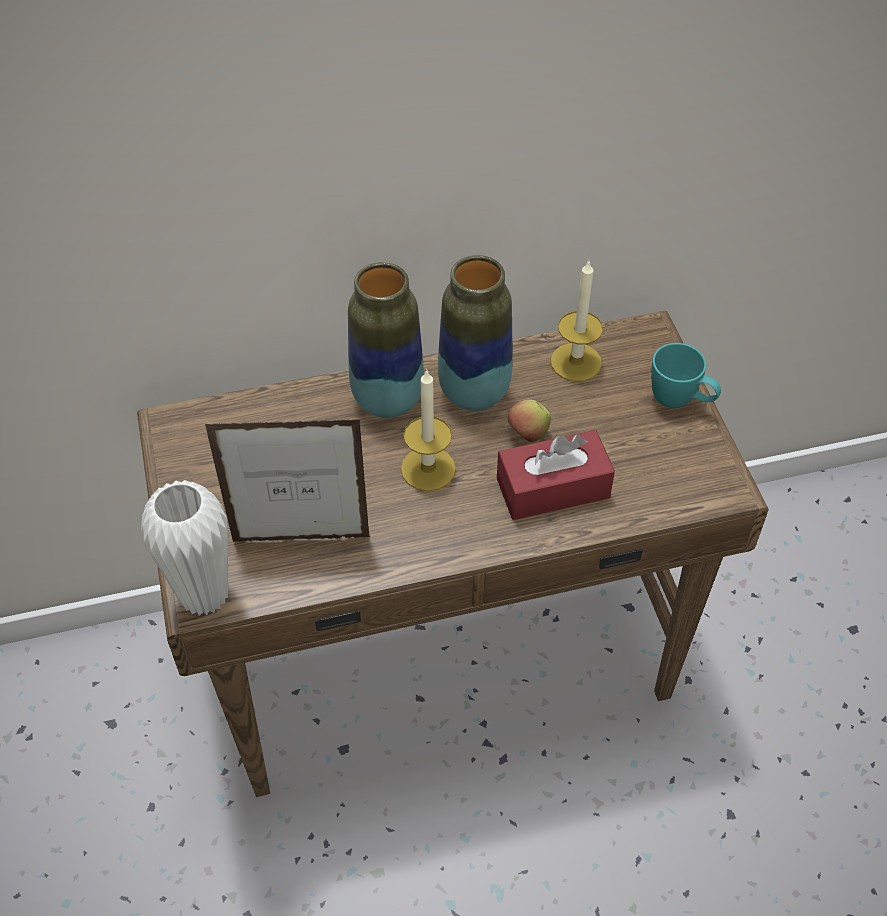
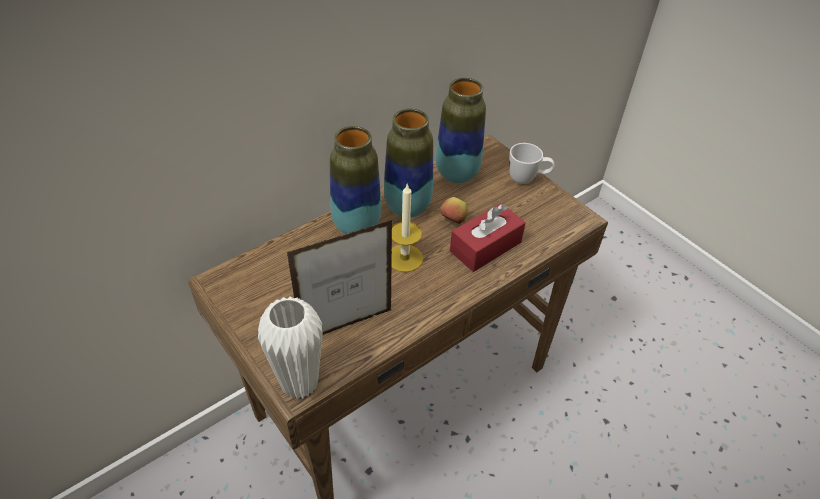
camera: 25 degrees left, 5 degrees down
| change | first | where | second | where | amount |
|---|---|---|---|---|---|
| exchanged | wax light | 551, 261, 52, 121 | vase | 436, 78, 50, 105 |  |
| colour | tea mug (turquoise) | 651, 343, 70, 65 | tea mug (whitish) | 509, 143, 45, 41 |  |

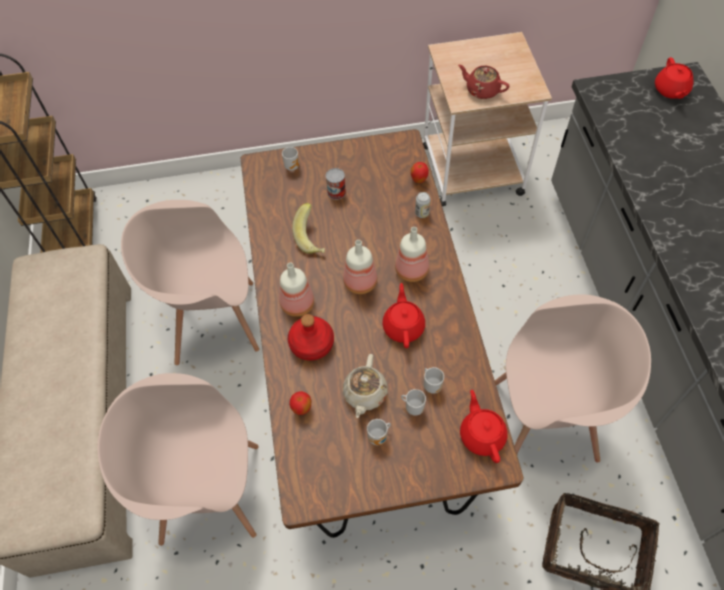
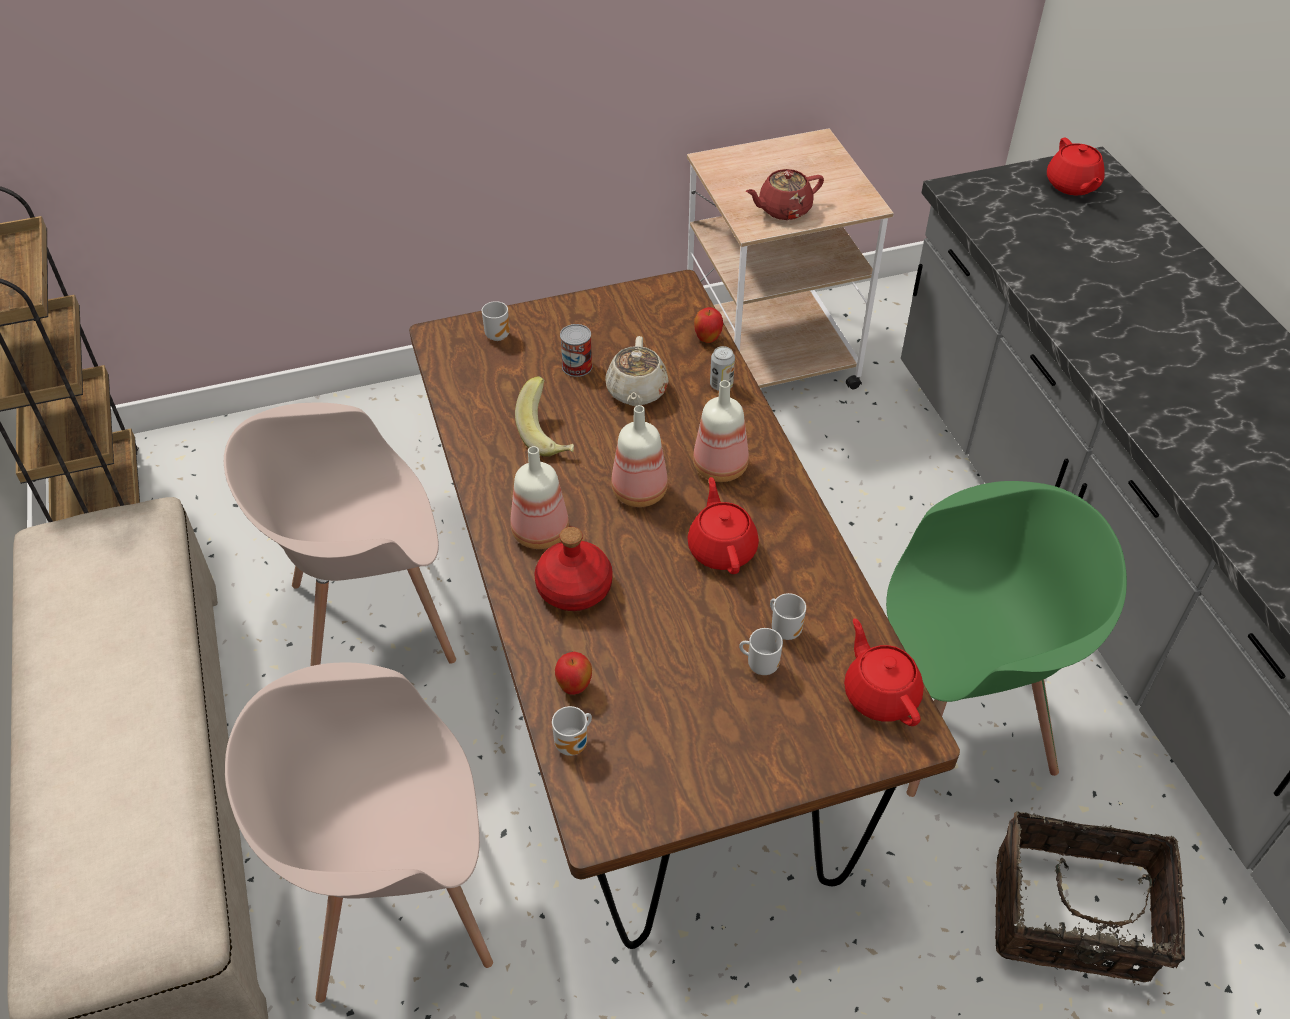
camera: 10 degrees left, 10 degrees down
| change | first | where | second | where | amount |
|---|---|---|---|---|---|
| spun | tea pot (red) | 458, 64, 51, 35 |  | 745, 169, 79, 51 | 45 degrees counterclockwise |
| colour | chair (beige) | 495, 294, 156, 169 | chair (greenish) | 886, 481, 241, 316 |  |
| relocated | tea pot (beige) | 343, 354, 45, 64 |  | 605, 336, 64, 70 |  |
| relocated | tea mug | 367, 419, 24, 26 |  | 552, 706, 40, 50 |  |

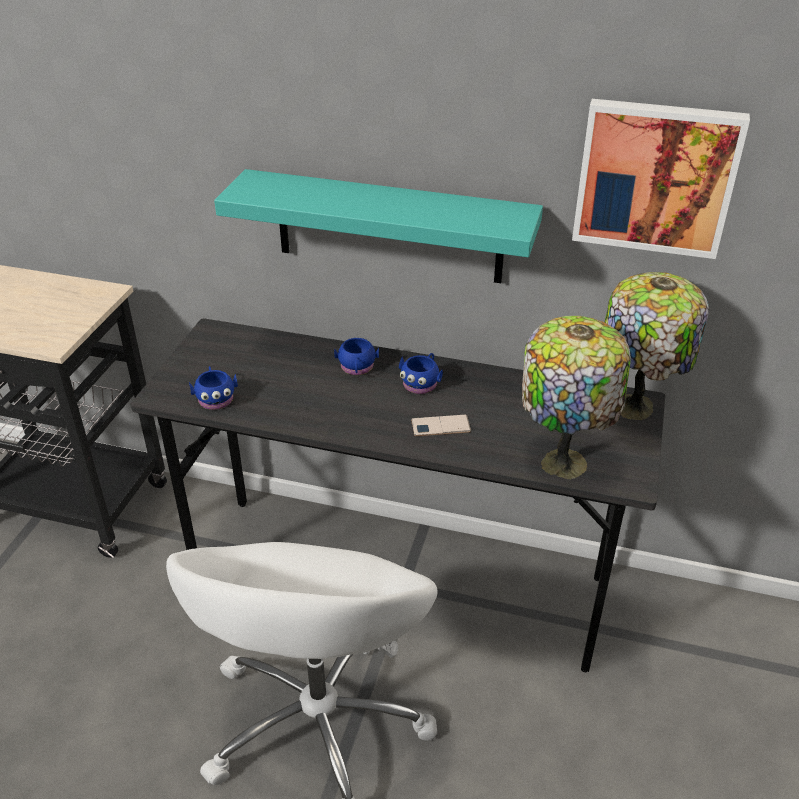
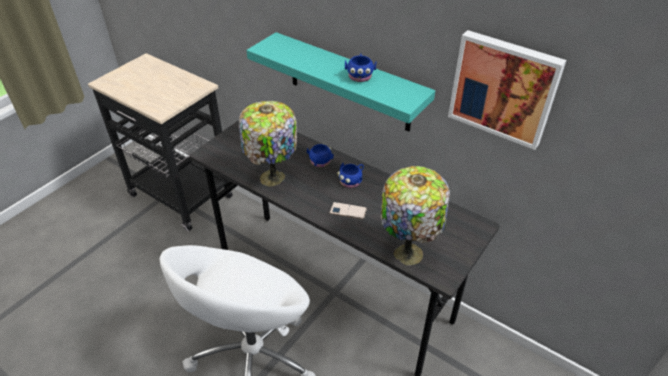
camera: 20 degrees right, 5 degrees up
| change | first | where | second | where | amount |
|---|---|---|---|---|---|
| relocated | tabletop lamp | 605, 272, 104, 148 |  | 239, 101, 58, 86 |  |
| relocated | tea mug (blue) | 189, 366, 49, 44 |  | 345, 53, 31, 29 |  |

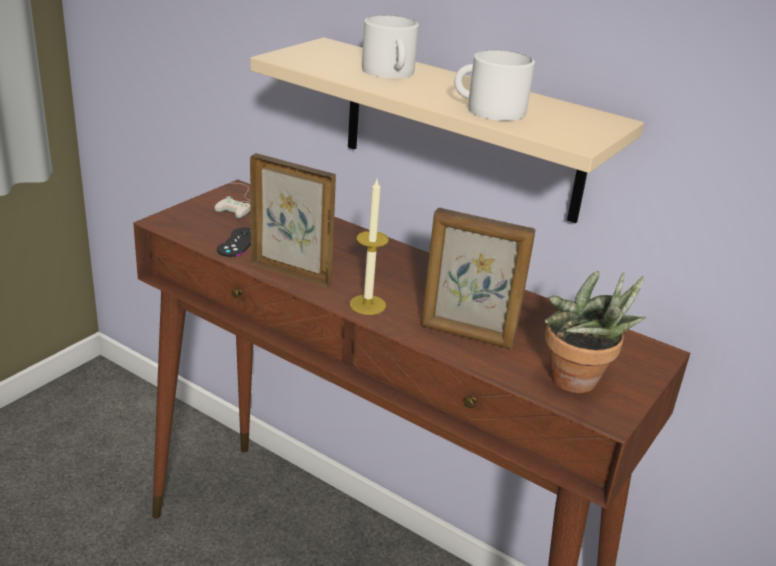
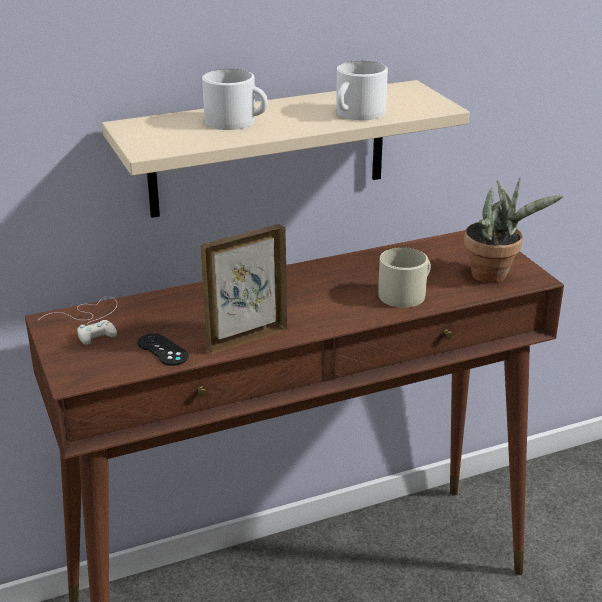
camera: 55 degrees left, 0 degrees up
| change | first | where | second | where | amount |
|---|---|---|---|---|---|
| missing | wax light | 350, 179, 39, 136 |  |  |  |
| exchanged | photo frame | 421, 208, 115, 141 | tea mug (beige) | 378, 247, 53, 61 |  |

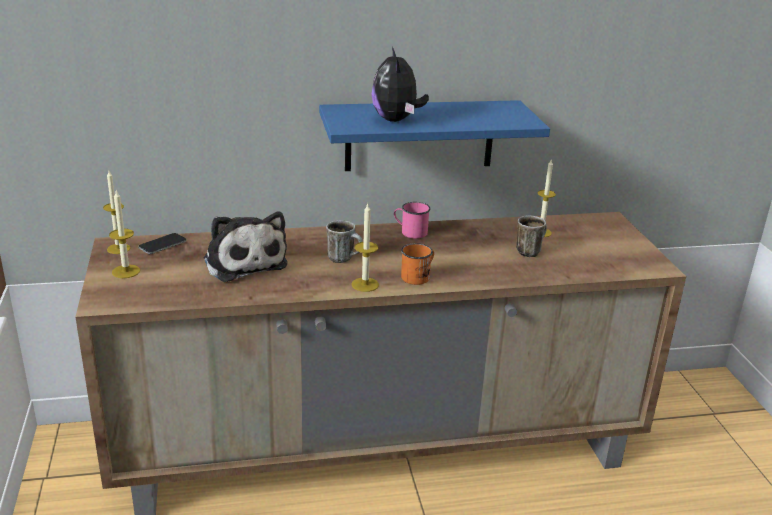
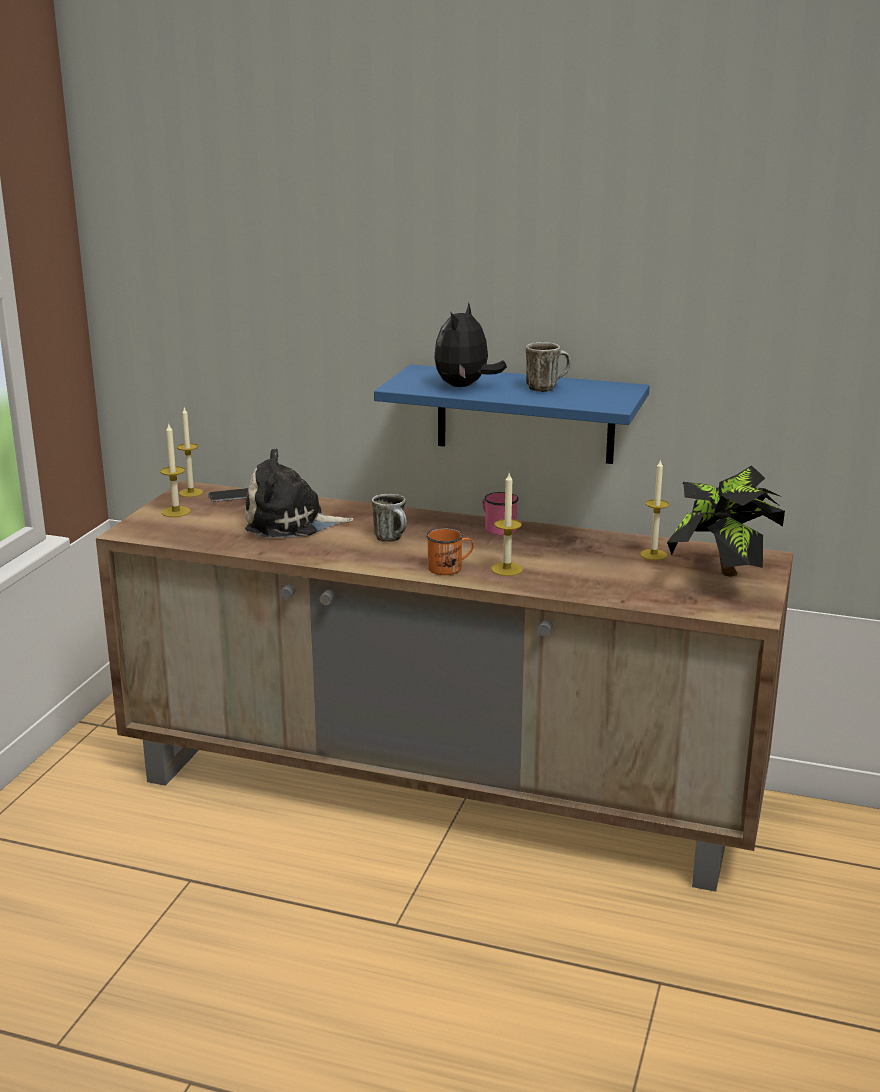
camera: 30 degrees right, 5 degrees down
| change | first | where | second | where | amount |
|---|---|---|---|---|---|
| relocated | wax light | 352, 204, 27, 88 |  | 491, 473, 32, 103 |  |
| spun | plush toy | 203, 211, 85, 71 |  | 245, 448, 109, 89 | 90 degrees clockwise |
| relocated | tea mug | 516, 215, 31, 42 |  | 526, 342, 45, 50 |  |
| appeared |  |  | potted plant | 667, 465, 118, 112 |  |

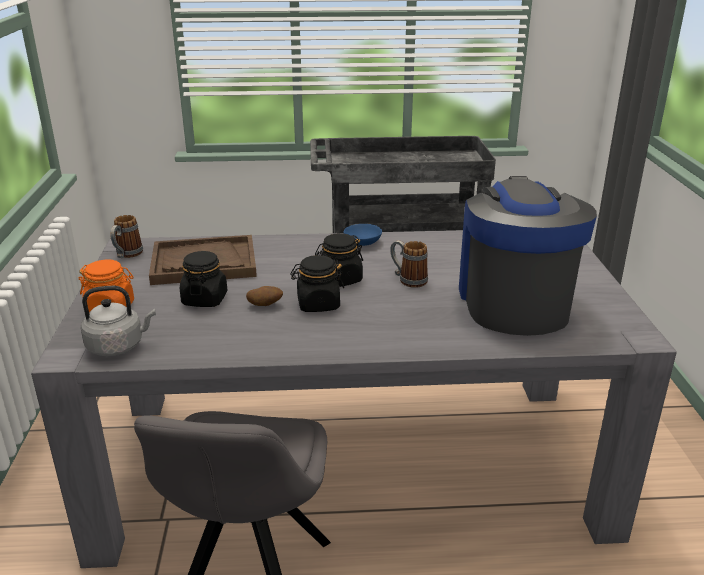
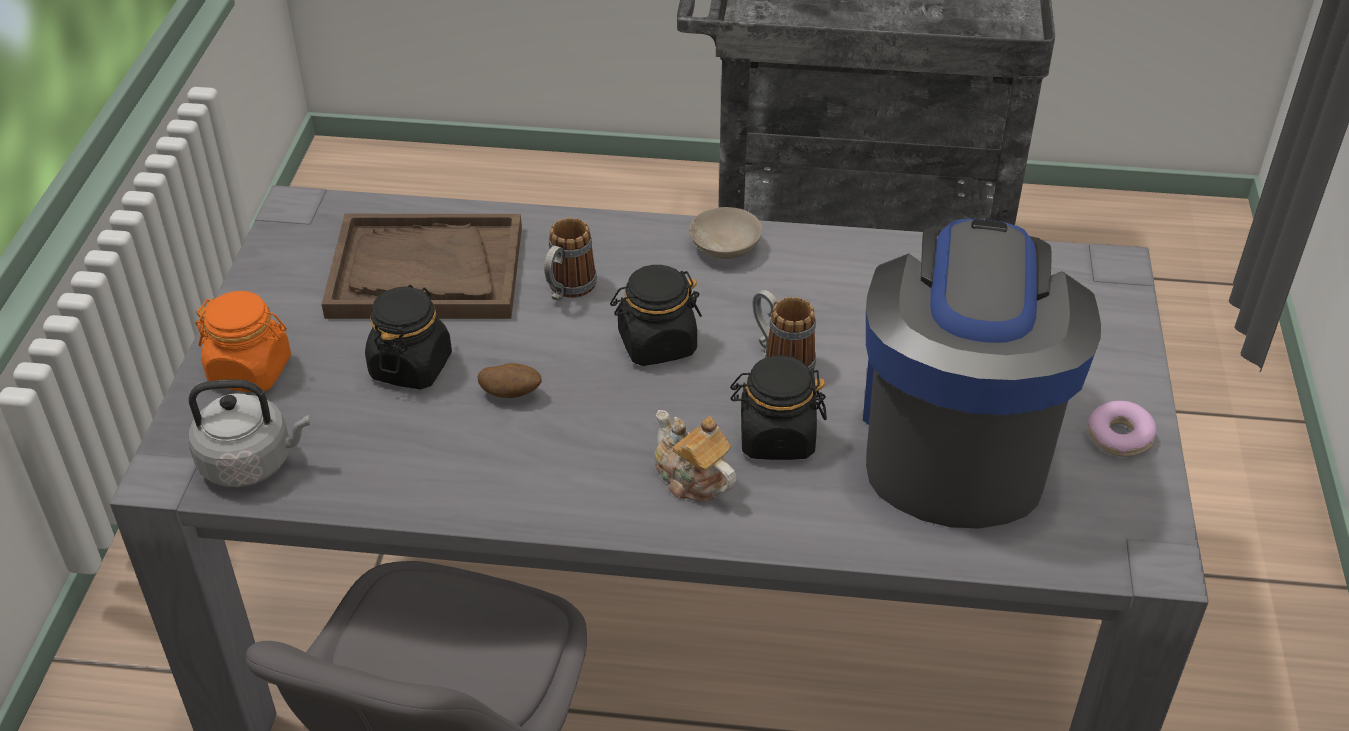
camera: 10 degrees right, 15 degrees up
| change | first | where | second | where | amount |
|---|---|---|---|---|---|
| relocated | tea mug | 110, 215, 33, 43 |  | 544, 217, 53, 84 |  |
| colour | serving bowl (blue) | 343, 224, 39, 22 | serving bowl (beige) | 690, 207, 72, 52 |  |
| relocated | jar (black) | 290, 255, 54, 57 |  | 730, 355, 97, 105 |  |
| appeared |  |  | doughnut | 1087, 401, 70, 56 |  |
| appeared |  |  | tea pot | 655, 410, 81, 91 |  |

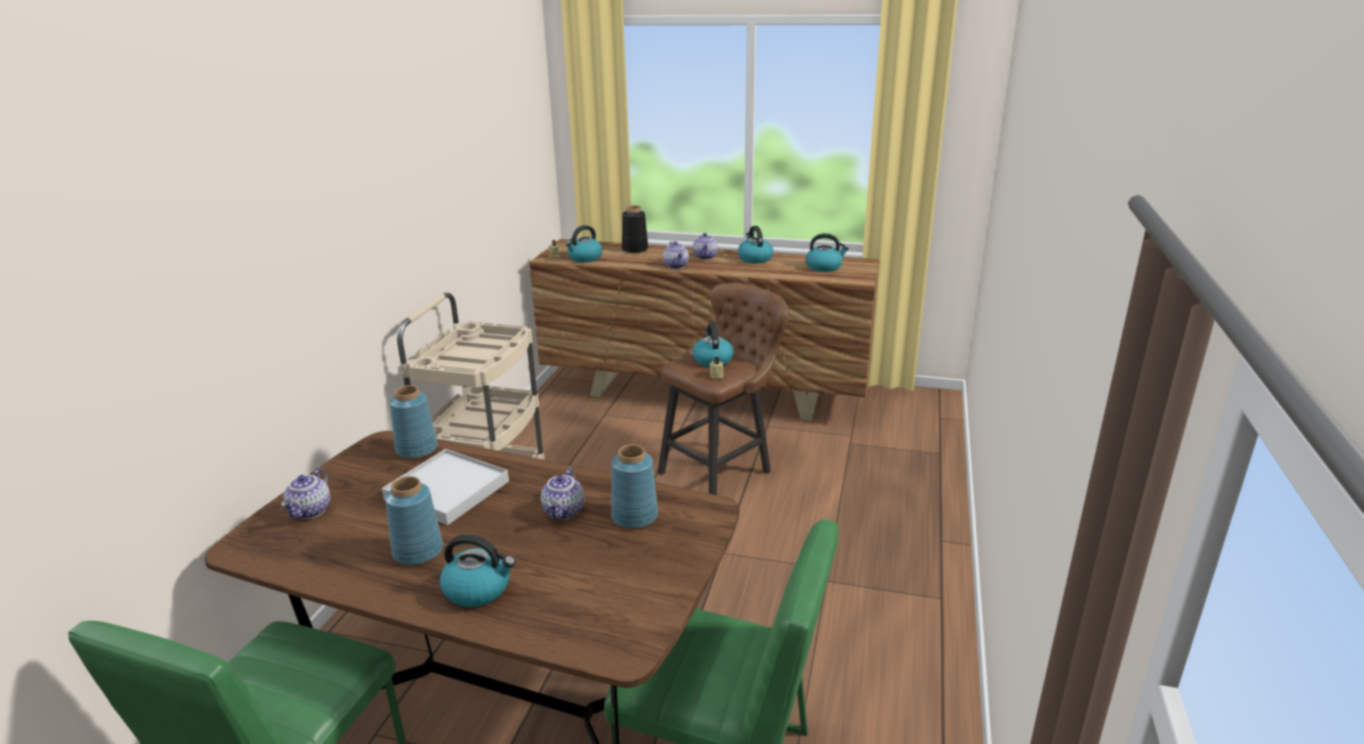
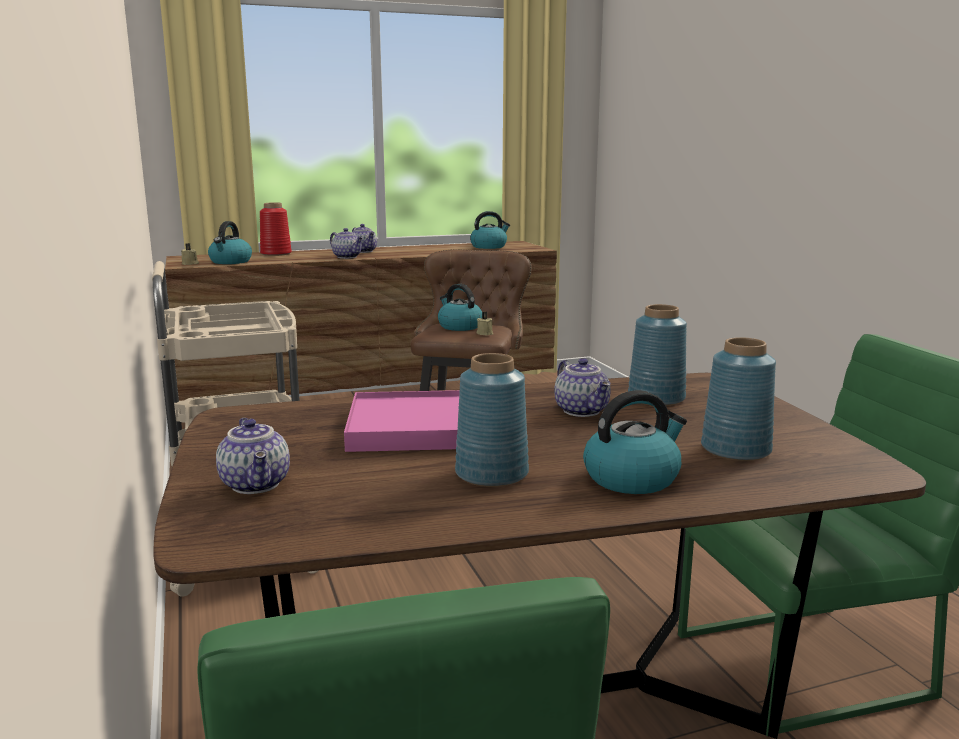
camera: 35 degrees left, 10 degrees down
| change | first | where | second | where | amount |
|---|---|---|---|---|---|
| colour | vase (black) | 622, 205, 26, 48 | vase (red) | 260, 202, 32, 54 |  |
| missing | kettle | 738, 226, 35, 37 |  |  |  |
| relocated | vase (blue) | 390, 385, 47, 74 |  | 701, 337, 75, 124 |  |
| colour | tray (whitish) | 382, 449, 127, 76 | tray (pinkish) | 344, 390, 116, 62 |  |

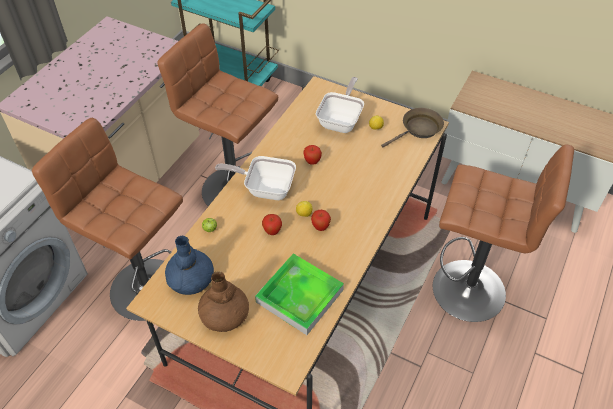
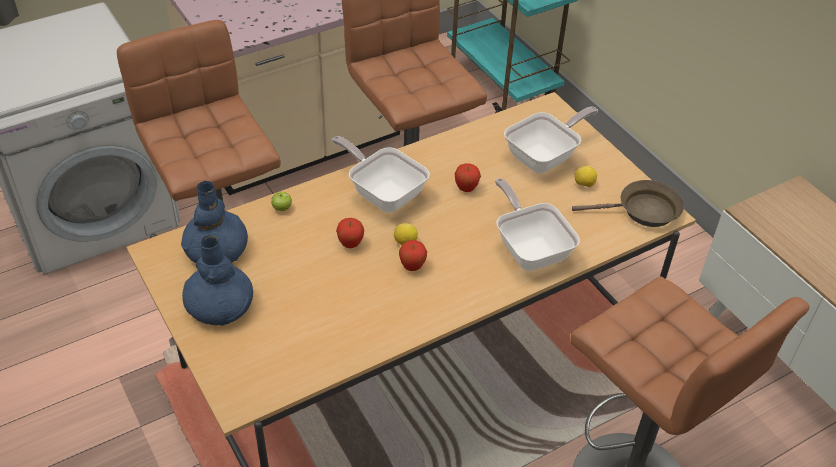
camera: 30 degrees right, 5 degrees down
| change | first | where | second | where | amount |
|---|---|---|---|---|---|
| missing | tray | 255, 253, 89, 82 |  |  |  |
| colour | vase (brownish) | 198, 271, 51, 61 | vase (blue) | 182, 235, 71, 91 |  |
| appeared |  |  | frying pan | 495, 178, 85, 93 |  |

